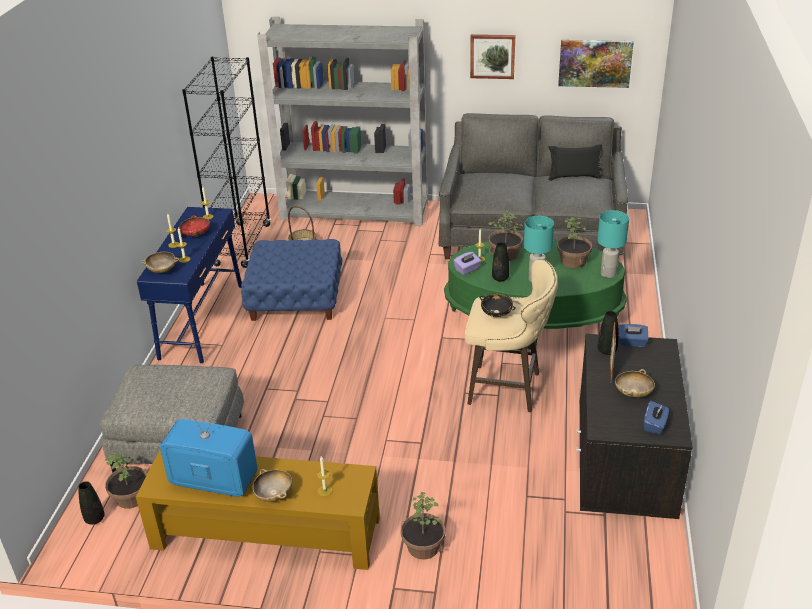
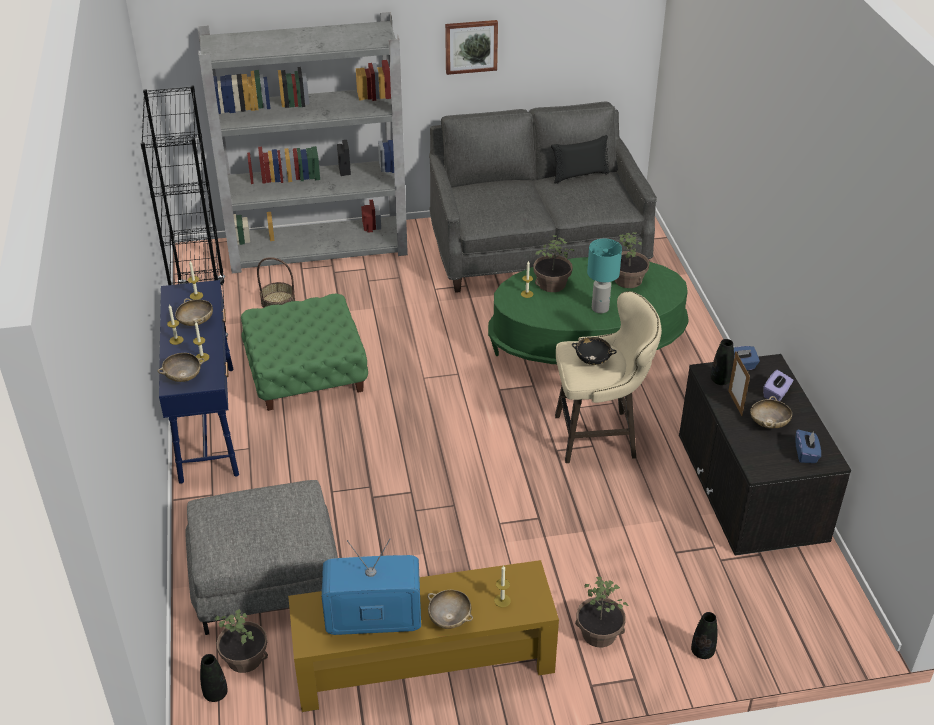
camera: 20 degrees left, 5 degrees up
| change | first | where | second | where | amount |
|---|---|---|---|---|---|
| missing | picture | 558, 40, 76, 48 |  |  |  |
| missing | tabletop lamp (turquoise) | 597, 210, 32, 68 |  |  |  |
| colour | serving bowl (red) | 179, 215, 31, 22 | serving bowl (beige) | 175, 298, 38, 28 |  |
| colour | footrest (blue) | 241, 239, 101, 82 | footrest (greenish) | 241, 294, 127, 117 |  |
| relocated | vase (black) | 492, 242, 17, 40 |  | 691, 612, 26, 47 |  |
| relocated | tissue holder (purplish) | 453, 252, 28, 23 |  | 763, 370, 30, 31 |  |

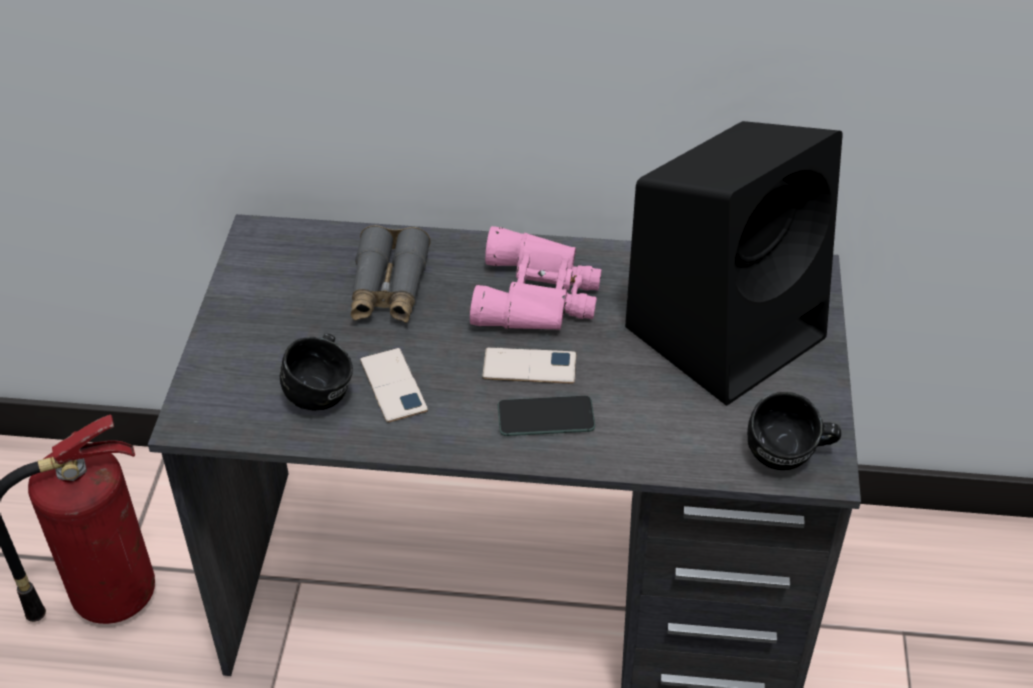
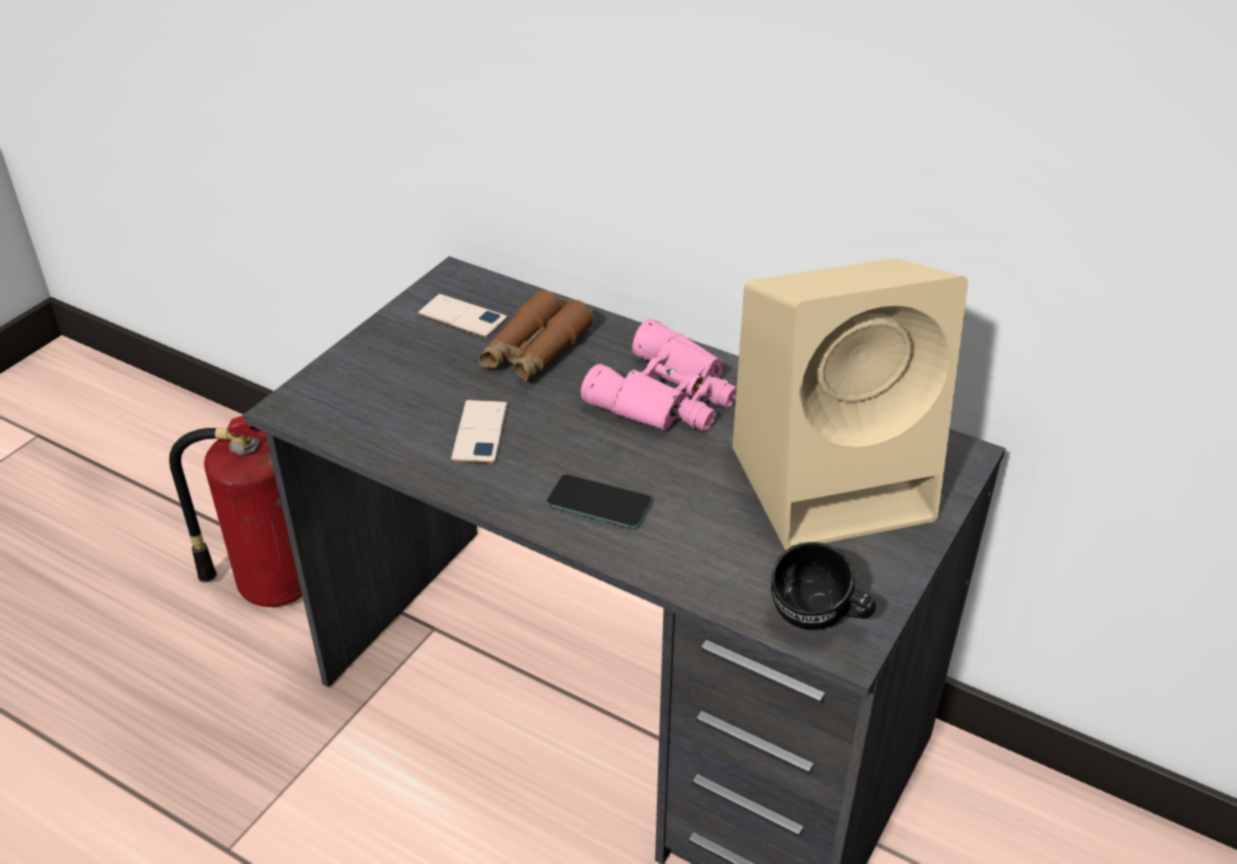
camera: 25 degrees right, 5 degrees down
| change | first | where | second | where | amount |
|---|---|---|---|---|---|
| colour | loudspeaker (black) | 625, 121, 218, 285 | loudspeaker (beige) | 732, 258, 236, 292 |  |
| colour | field glasses (gray) | 351, 225, 80, 98 | field glasses (brownish) | 478, 289, 116, 93 |  |
| missing | tea mug (black) | 280, 333, 73, 78 |  |  |  |
| relocated | handset | 482, 347, 94, 37 |  | 417, 294, 90, 44 |  |

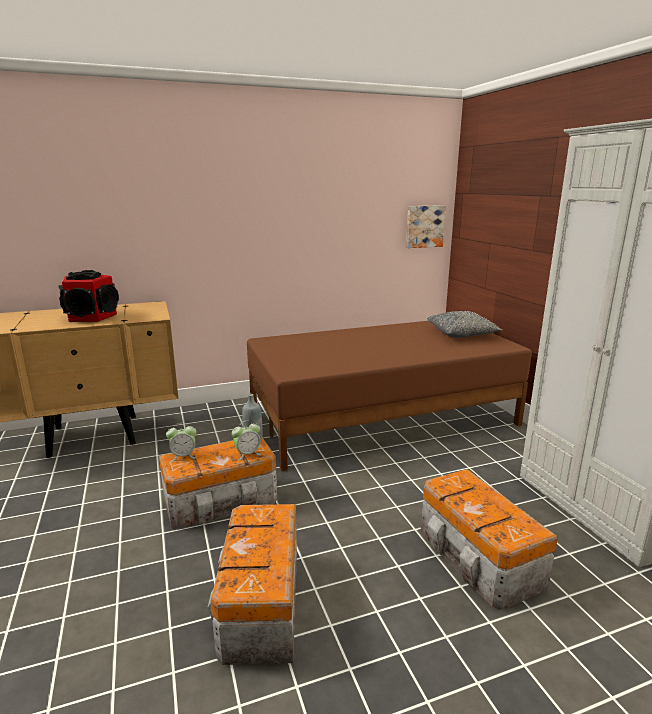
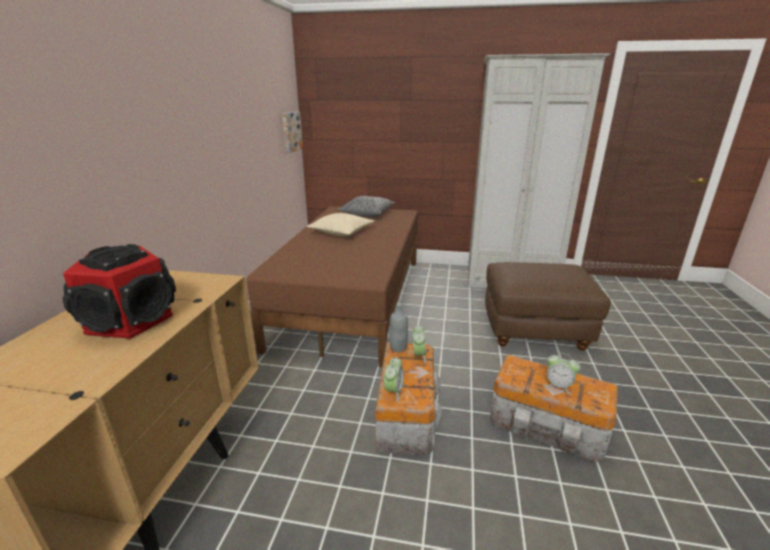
camera: 60 degrees left, 5 degrees up
| change | first | where | second | where | amount |
|---|---|---|---|---|---|
| exchanged | storage box | 420, 469, 138, 141 | footrest (brownish) | 485, 262, 126, 89 |  |
| appeared |  |  | cushion (beige) | 307, 213, 68, 23 |  |
| appeared |  |  | table clock | 545, 353, 36, 41 |  |

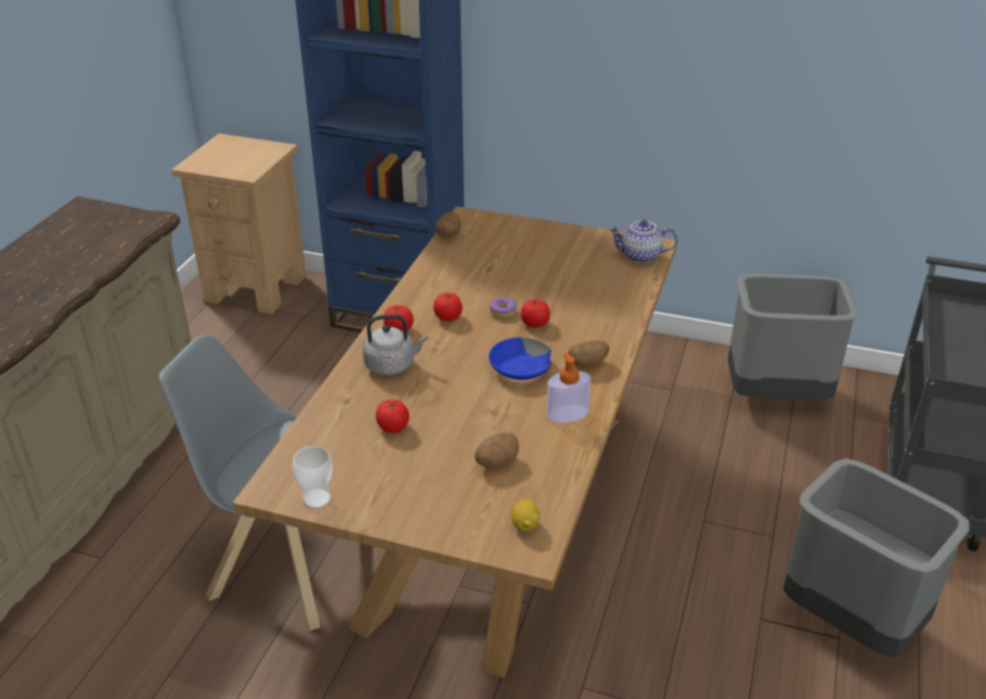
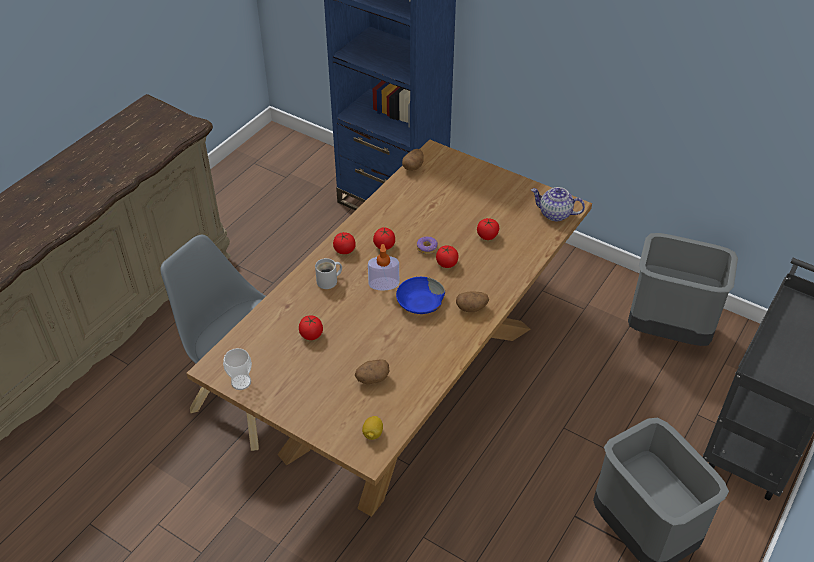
camera: 15 degrees right, 10 degrees up
| change | first | where | second | where | amount |
|---|---|---|---|---|---|
| missing | night table (beige) | 171, 133, 135, 181 |  |  |  |
| exchanged | kettle (gray) | 362, 314, 66, 61 | tea mug (whitish) | 315, 258, 27, 31 |  |
| relocated | soap dispenser | 547, 353, 44, 70 |  | 368, 244, 31, 47 |  |
| appeared |  |  | tomato | 477, 218, 22, 22 |  |

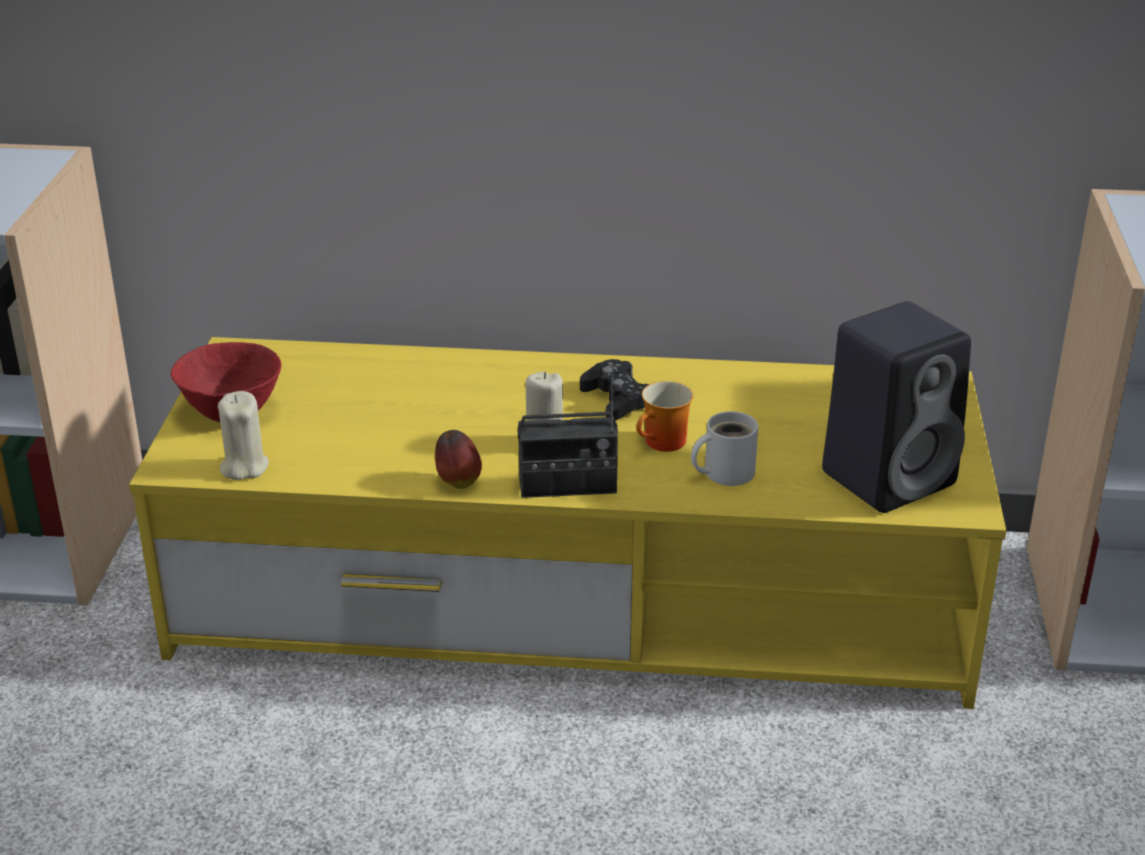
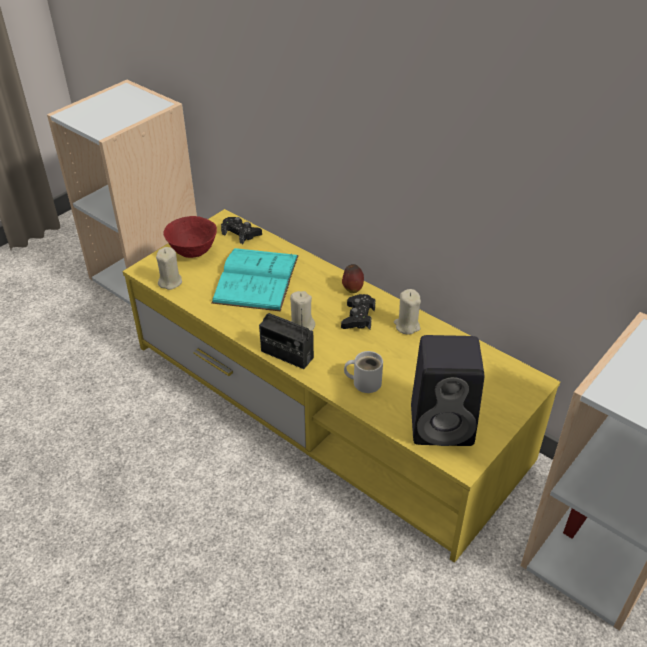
camera: 35 degrees right, 10 degrees up
| change | first | where | second | where | amount |
|---|---|---|---|---|---|
| missing | tea mug | 636, 381, 58, 71 |  |  |  |
| relocated | apple fruit | 435, 430, 47, 59 |  | 342, 264, 22, 29 |  |
| appeared |  |  | joypad (black) | 221, 217, 41, 27 |  |
| appeared |  |  | bound book (turquoise) | 211, 248, 88, 64 |  |
| appeared |  |  | wax light (beige) | 394, 289, 27, 46 |  |

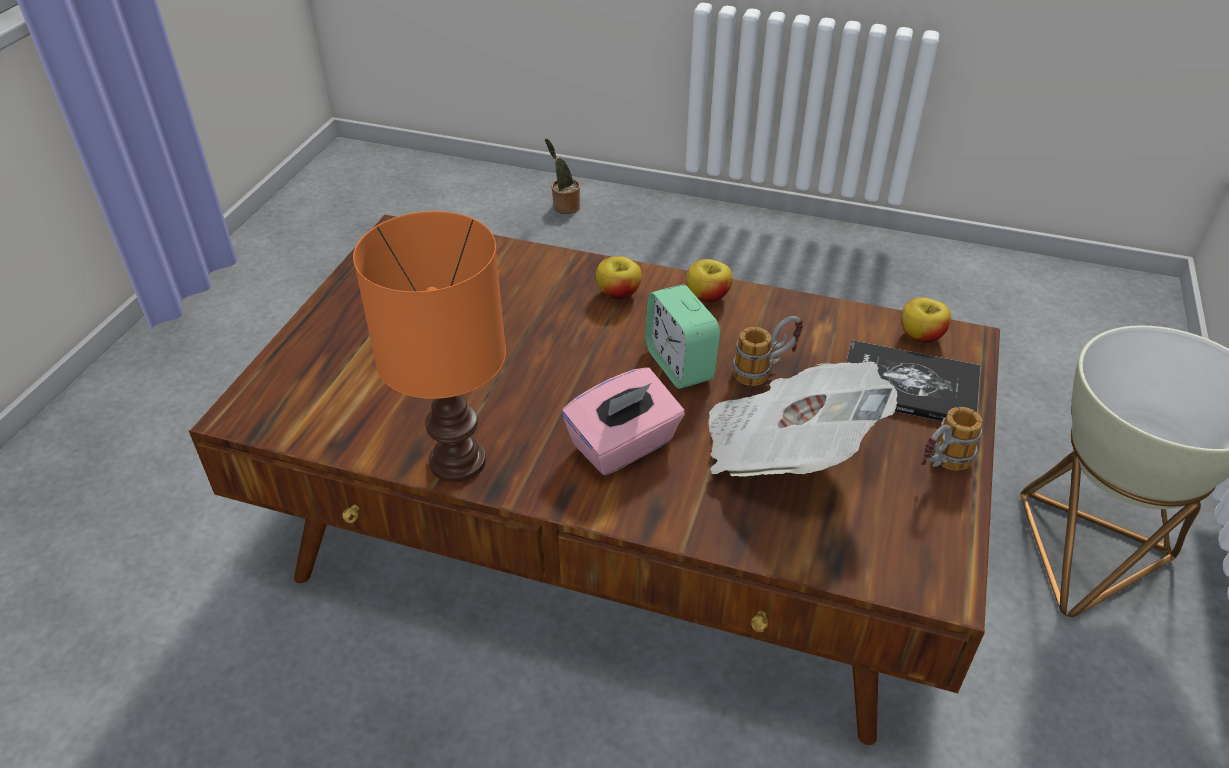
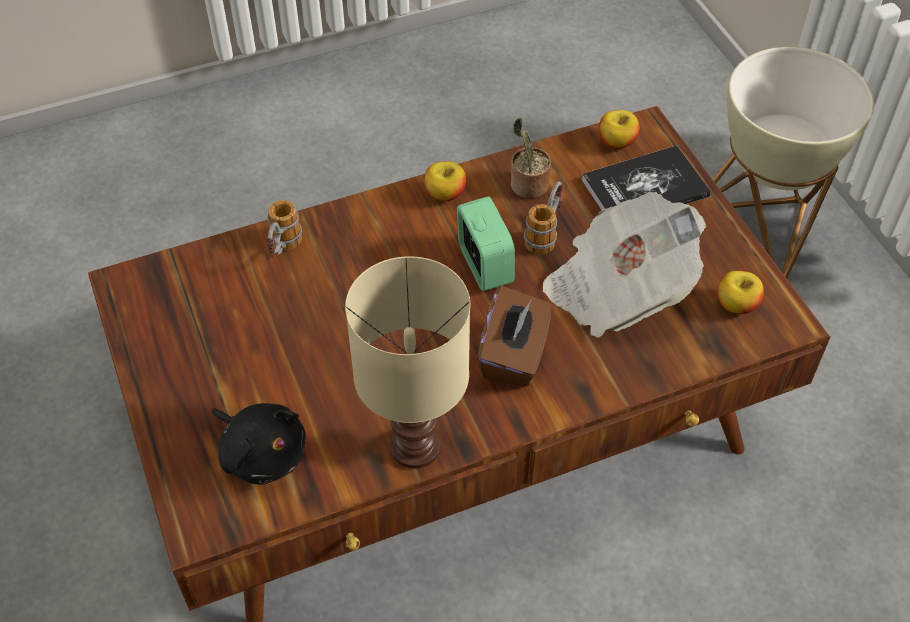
camera: 40 degrees left, 10 degrees up
| change | first | where | second | where | amount |
|---|---|---|---|---|---|
| relocated | potted plant | 545, 138, 35, 76 |  | 511, 117, 40, 82 |  |
| colour | tabletop lamp (orange) | 353, 211, 153, 271 | tabletop lamp (beige) | 345, 256, 125, 213 |  |
| relocated | apple fruit | 596, 256, 46, 44 |  | 717, 271, 47, 43 |  |
| spun | table clock | 645, 285, 75, 104 |  | 457, 196, 58, 95 | 135 degrees counterclockwise |
| colour | tissue holder (pinkish) | 562, 367, 123, 108 | tissue holder (brownish) | 477, 285, 75, 102 |  |
| relocated | tea mug | 921, 407, 62, 64 |  | 266, 200, 36, 58 |  |
| appeared |  |  | plush toy (black) | 212, 403, 93, 82 |  |

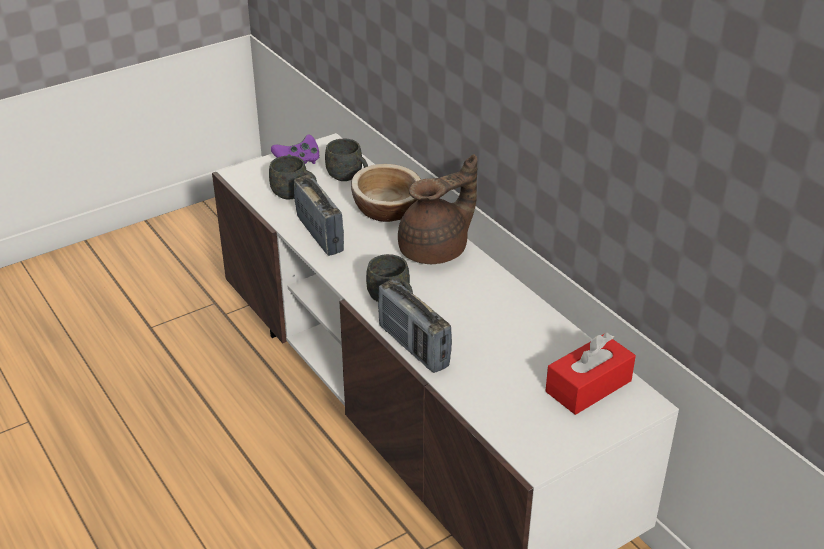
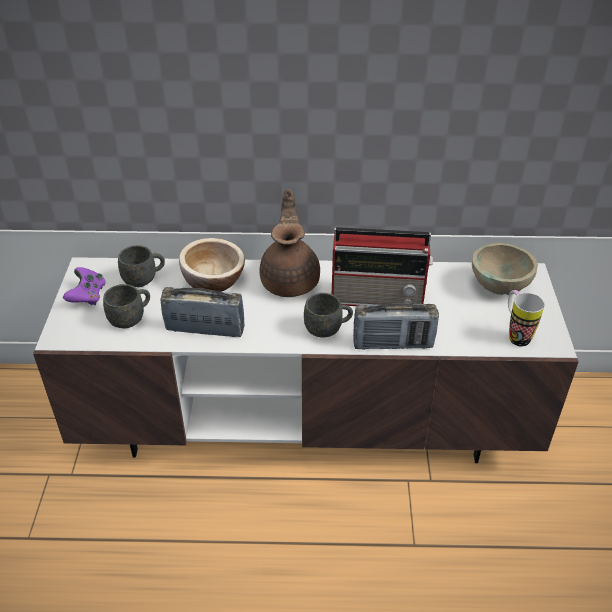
camera: 55 degrees left, 5 degrees up
| change | first | where | second | where | amount |
|---|---|---|---|---|---|
| exchanged | tissue holder (red) | 545, 333, 91, 82 | serving bowl (beige) | 472, 243, 66, 52 |  |
| appeared |  |  | radio | 332, 227, 101, 79 |  |
| appeared |  |  | tea mug | 508, 290, 36, 56 |  |

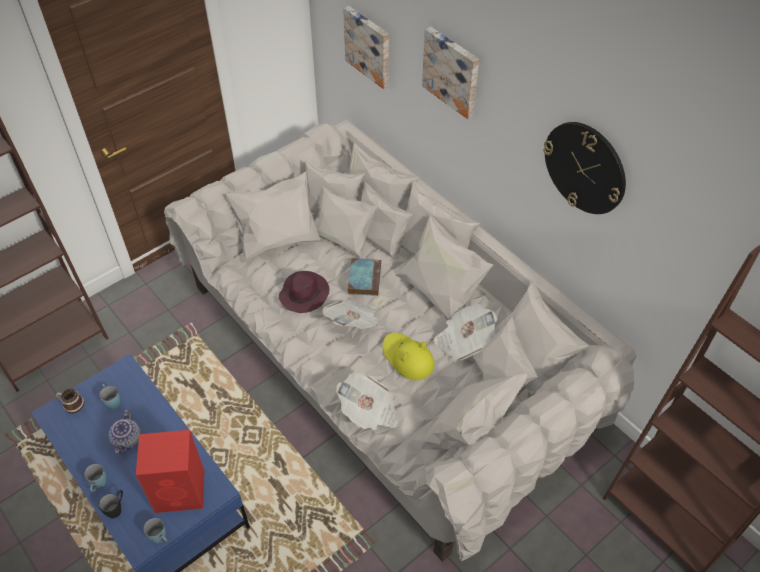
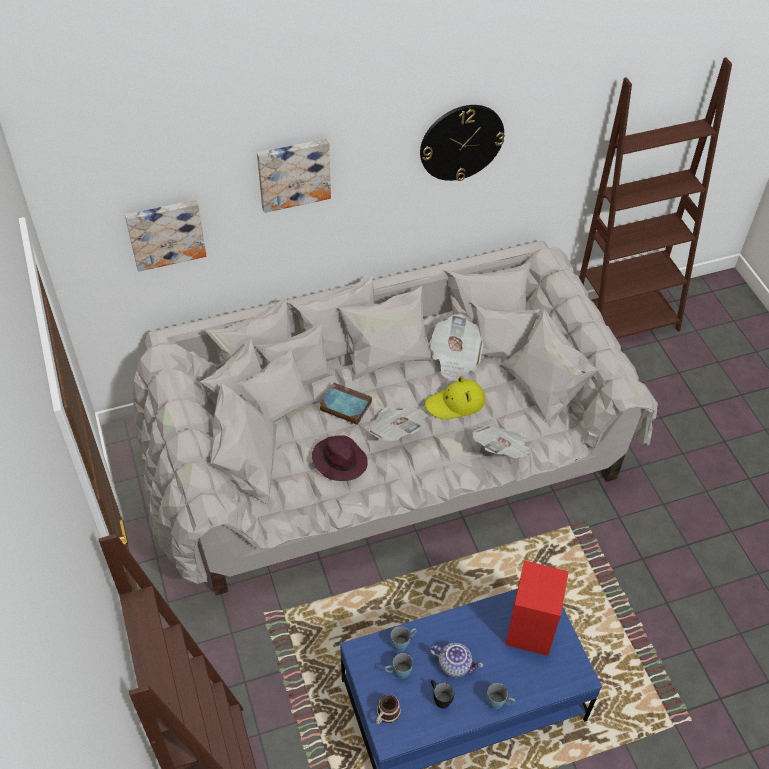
camera: 70 degrees left, 0 degrees up
| change | first | where | second | where | amount |
|---|---|---|---|---|---|
| relocated | tea mug (black) | 99, 490, 24, 28 |  | 431, 680, 23, 28 |  |
| relocated | tea mug (blue) | 144, 518, 23, 25 |  | 390, 626, 27, 25 |  |

